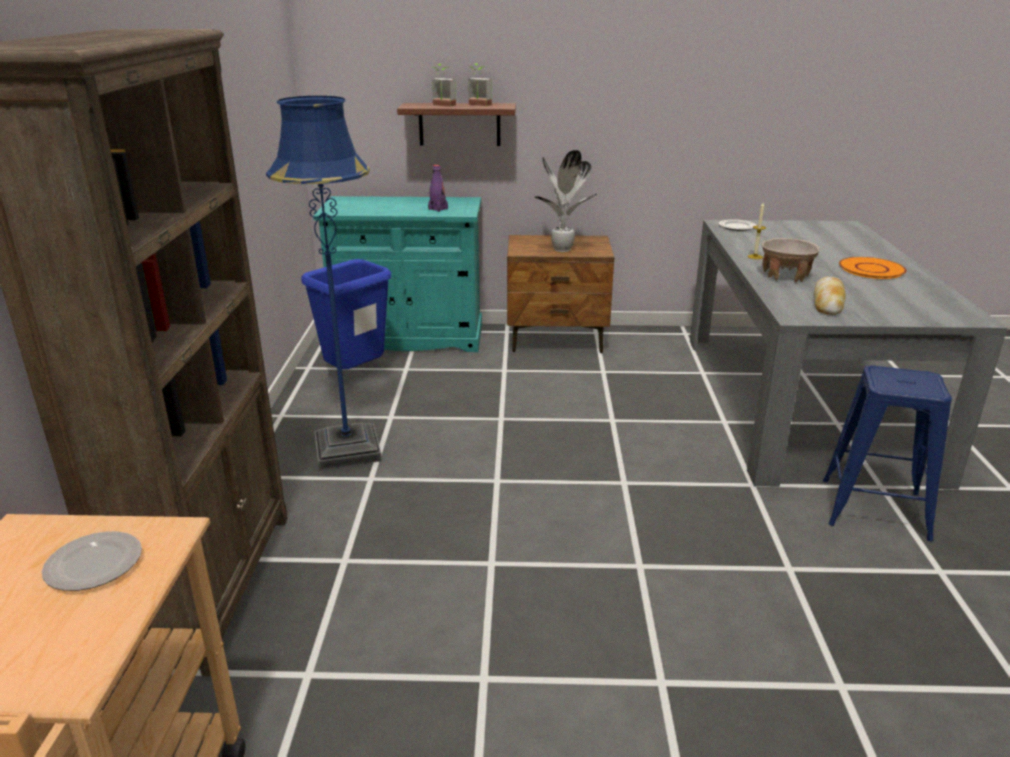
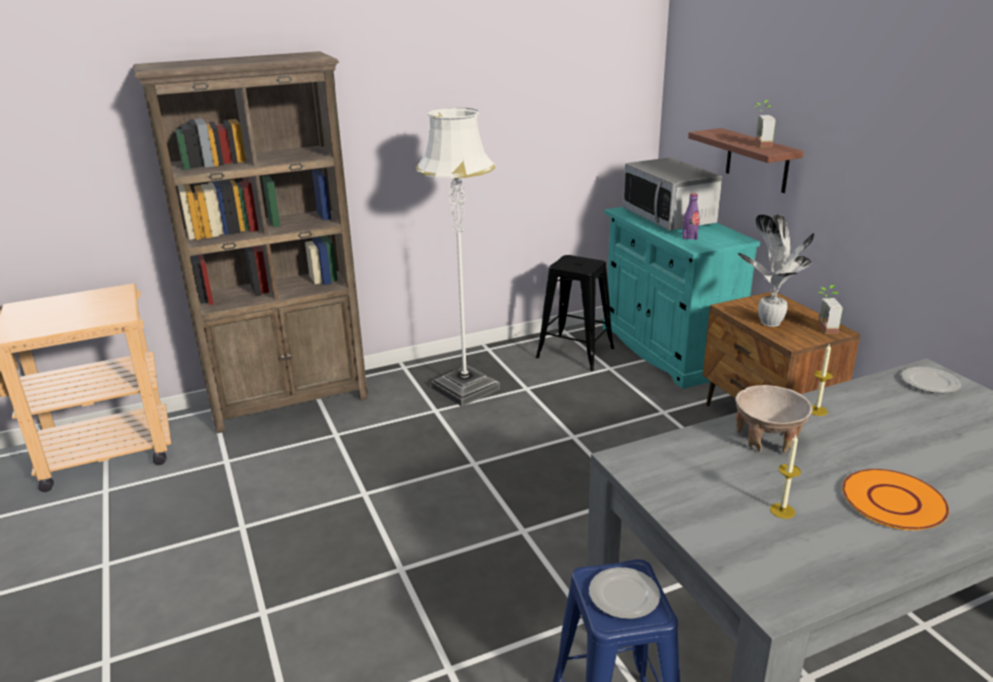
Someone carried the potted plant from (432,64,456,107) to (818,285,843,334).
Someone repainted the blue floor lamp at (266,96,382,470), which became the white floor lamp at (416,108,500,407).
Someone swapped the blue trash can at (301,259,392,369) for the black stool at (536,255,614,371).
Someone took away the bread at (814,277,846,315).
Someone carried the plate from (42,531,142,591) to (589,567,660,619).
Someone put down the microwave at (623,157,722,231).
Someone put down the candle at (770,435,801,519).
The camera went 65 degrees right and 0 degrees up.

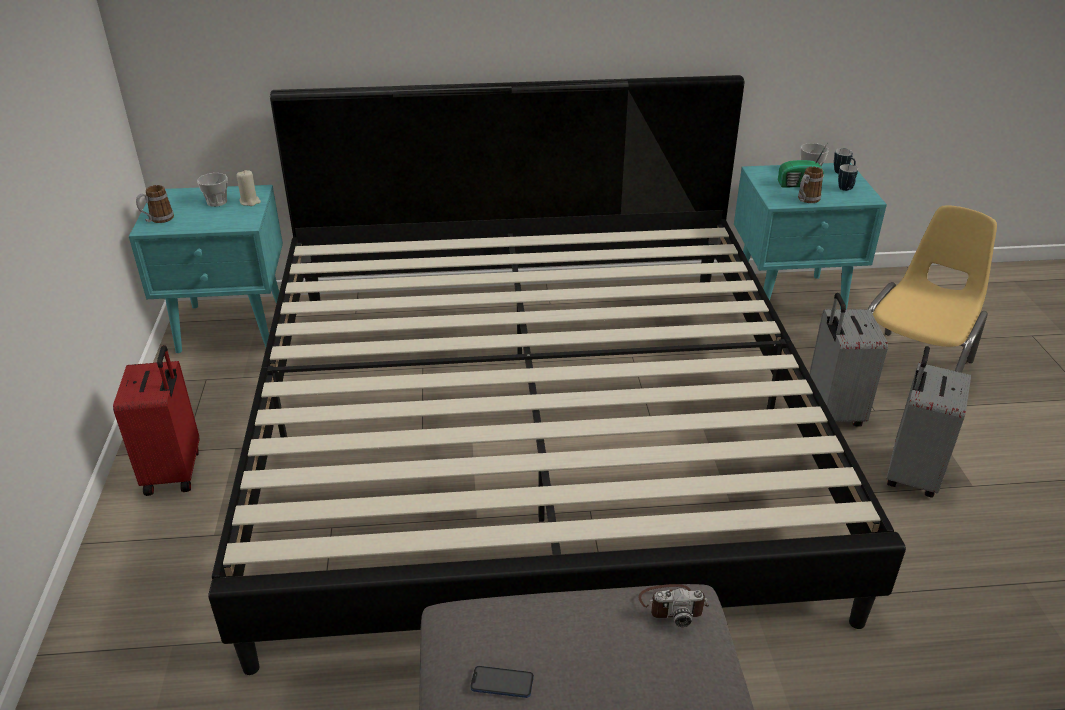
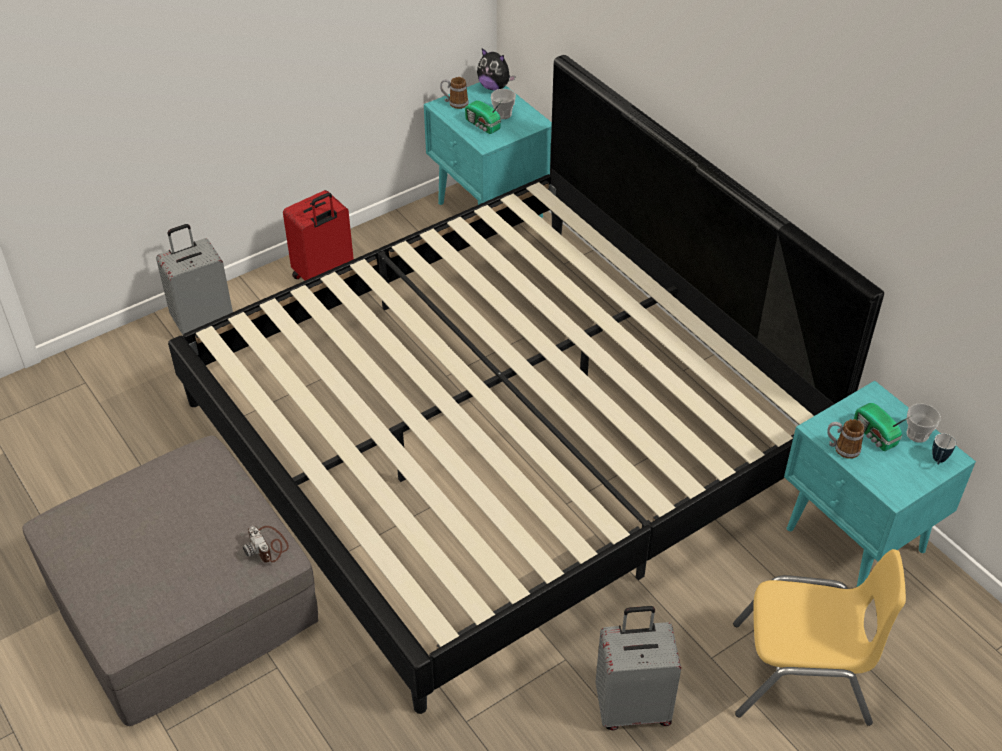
Someone took away the mug at (838,164,858,191).
Someone took away the beige candle at (236,170,261,206).
Someone carried the grey suitcase from (809,293,888,426) to (156,224,233,335).
Someone took away the phone at (470,666,534,698).
Someone put down the plush toy at (477,48,516,91).
Someone put down the radio at (465,99,503,134).
The camera went 60 degrees right and 10 degrees up.

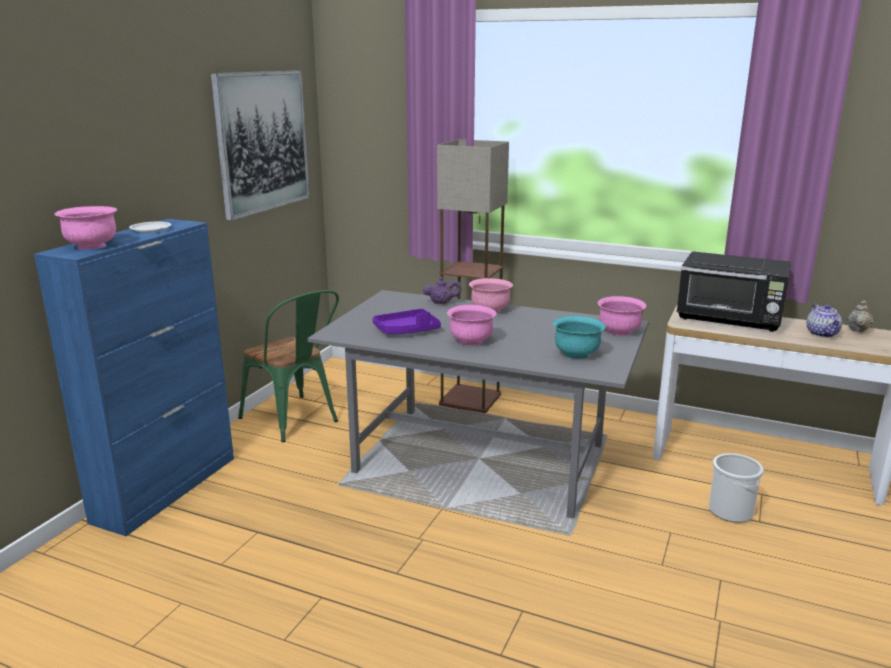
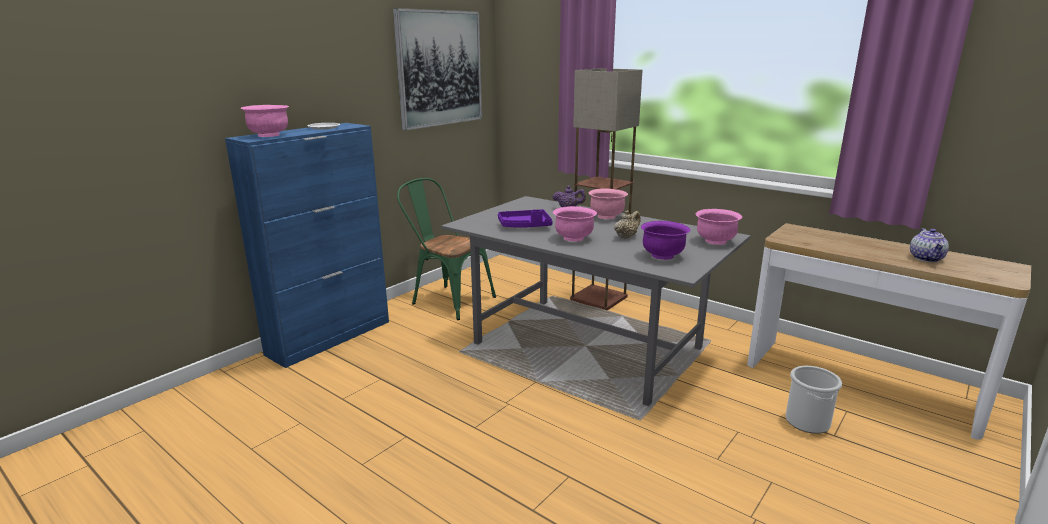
Someone took away the black microwave at (677,251,792,332).
Someone rotated the green chair at (238,290,339,442) by 150 degrees clockwise.
Someone carried the beige teapot from (846,300,873,333) to (614,210,641,239).
Someone repainted the turquoise bowl at (553,316,606,359), which became the purple bowl at (641,221,690,260).
The camera went 15 degrees right and 0 degrees up.

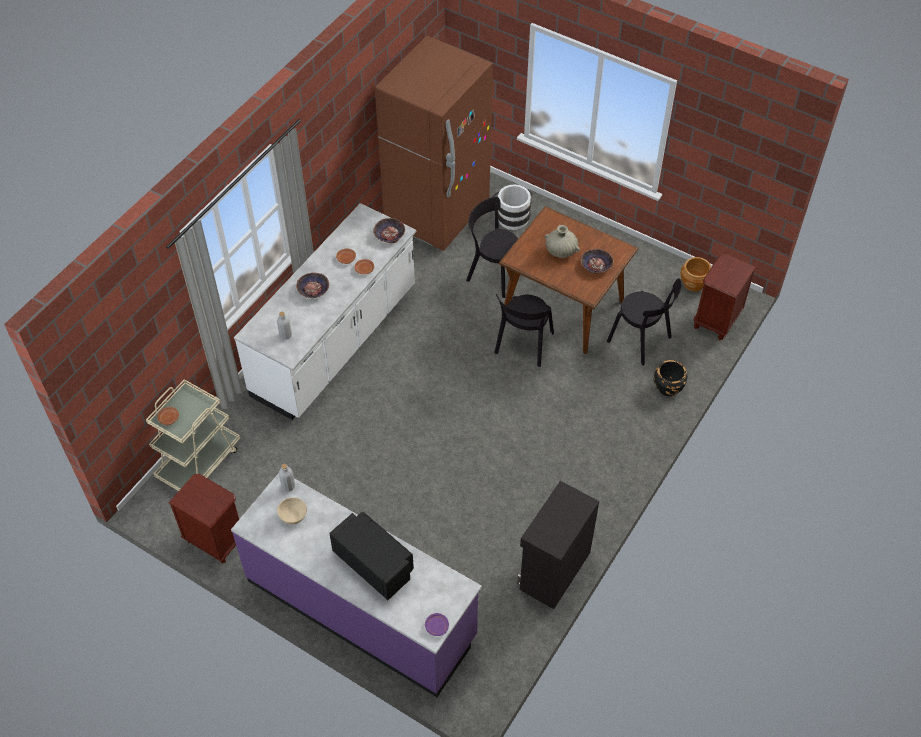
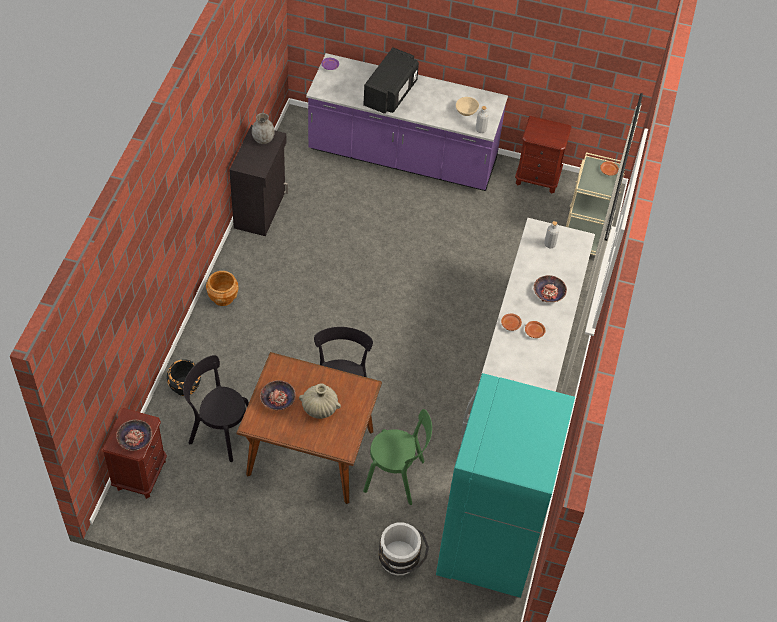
Someone repainted the brown fridge at (375,36,493,251), which became the turquoise fridge at (436,373,575,598).
Someone repainted the black chair at (466,197,519,298), which became the green chair at (363,409,432,505).
Someone carried the bowl from (373,218,405,243) to (116,420,152,451).
Someone carried the brown planter from (680,257,711,292) to (206,271,239,306).
Someone rotated the black microwave at (329,512,414,600) by 90 degrees counterclockwise.
Someone put down the grey vase at (252,113,275,144).
The camera went 160 degrees right and 0 degrees up.

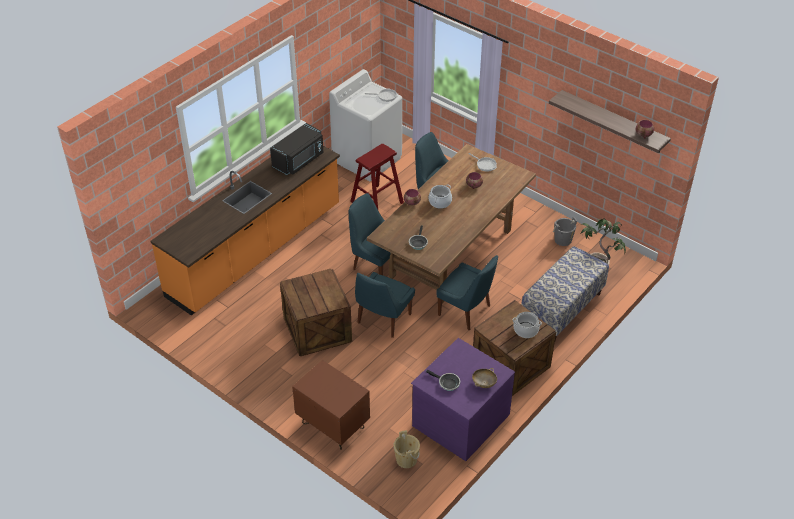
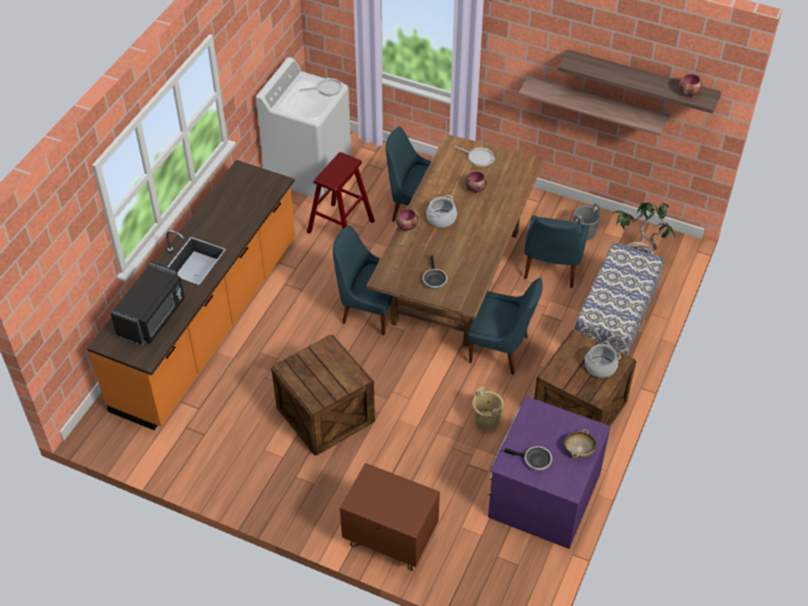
Someone carried the black microwave from (270,123,323,175) to (110,262,185,345).
Someone carried the blue chair from (355,272,415,338) to (524,215,589,288).
Someone carried the beige bucket from (394,430,420,468) to (472,387,504,430).
Someone put up the shelf at (518,75,670,136).
The camera went 15 degrees left and 5 degrees up.

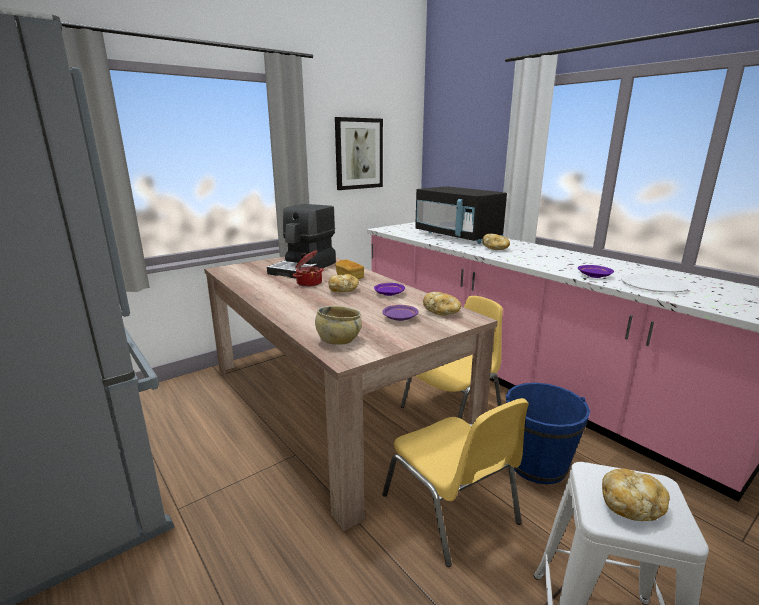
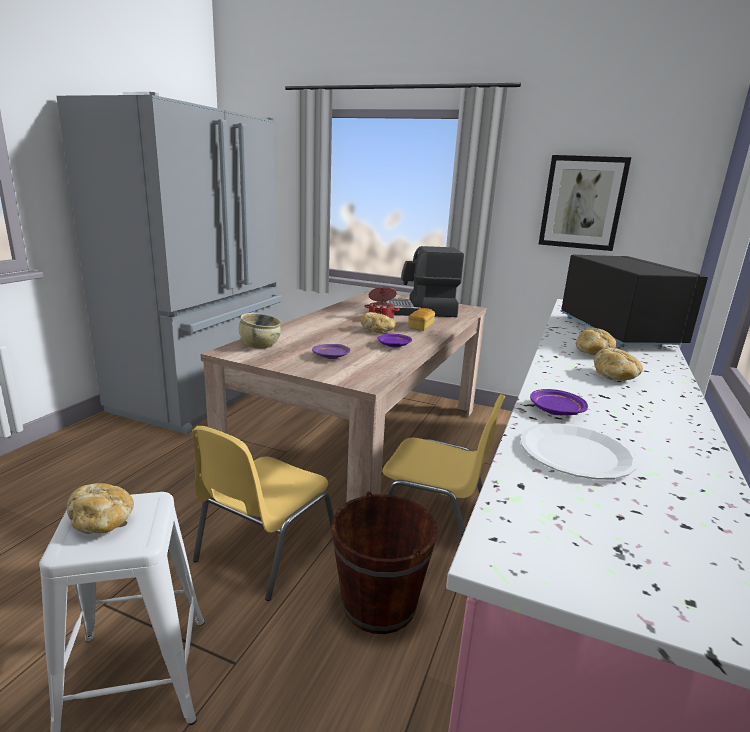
Someone rotated the black microwave at (415,186,507,244) by 150 degrees clockwise.
Someone carried the bread from (423,292,461,316) to (594,347,643,381).
Someone repainted the blue bucket at (506,383,590,484), which became the brown bucket at (331,491,438,634).
The camera went 60 degrees right and 0 degrees up.

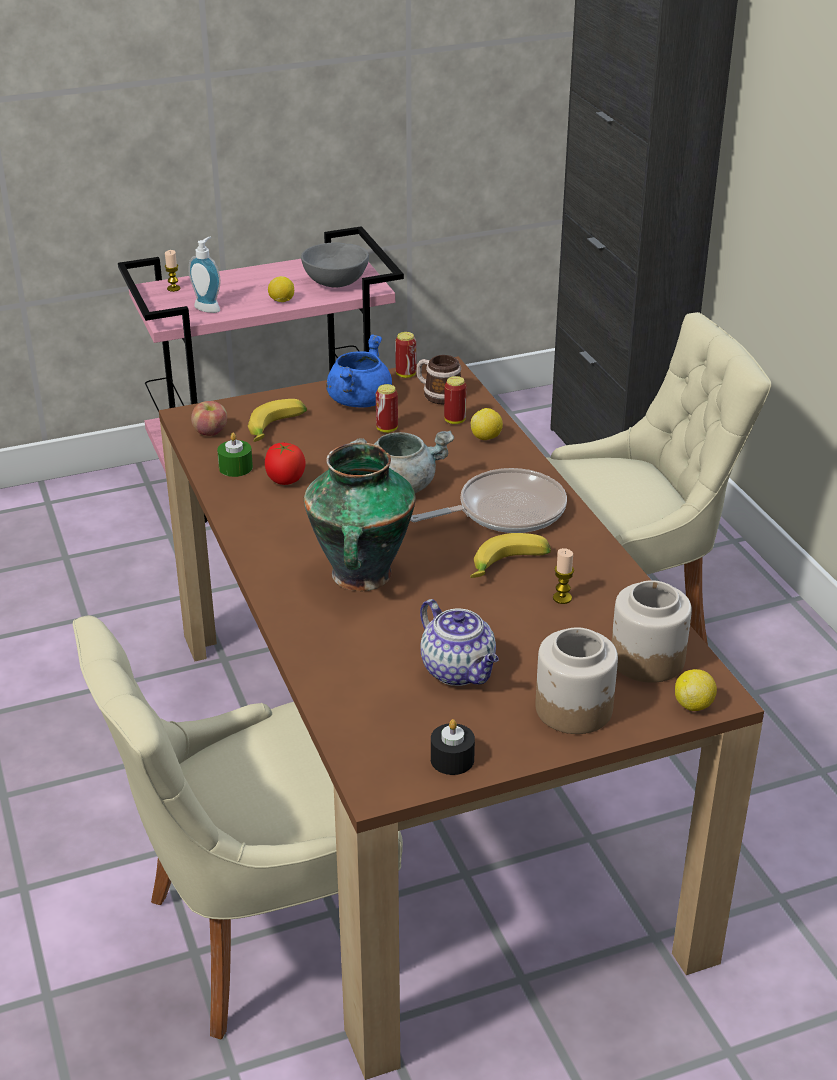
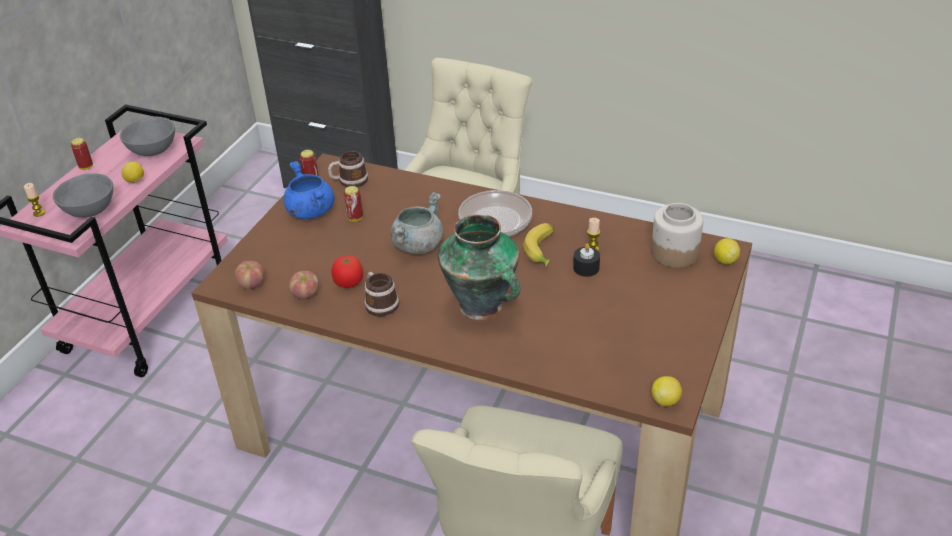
Someone swapped the soap dispenser at (188,237,221,313) for the grey bowl at (53,173,113,218).
Someone carried the can from (444,376,467,424) to (71,138,93,170).
Someone took away the banana at (248,399,307,442).
Someone carried the lemon from (471,408,503,440) to (652,376,682,406).
Someone swapped the green candle at (217,433,253,477) for the apple at (289,271,319,300).
Someone took away the teapot at (420,599,499,686).
Someone took away the jar at (535,627,618,734).
Someone carried the black candle from (431,719,475,775) to (573,243,600,277).
Someone put down the mug at (364,272,399,317).
The camera went 45 degrees left and 5 degrees up.

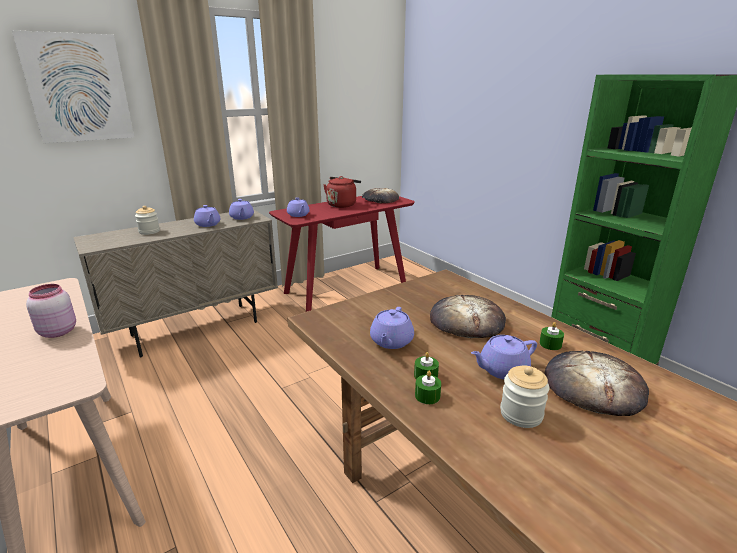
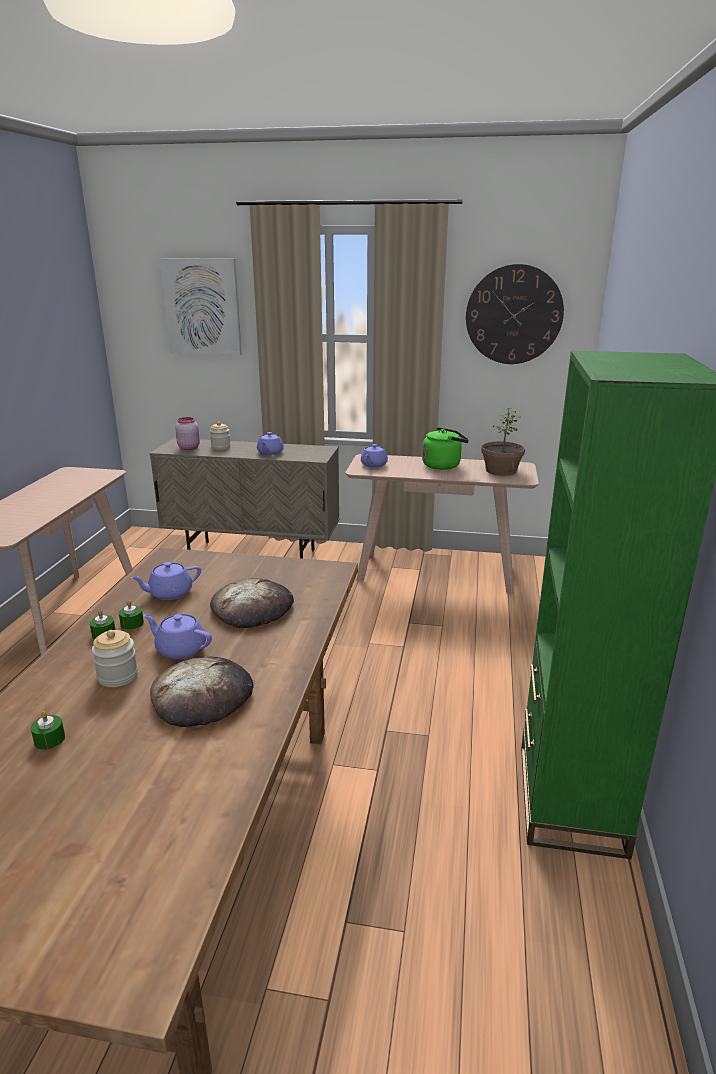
Someone repainted the red kettle at (323,176,361,208), which became the green kettle at (422,427,469,470).
Someone swapped the bread at (362,188,399,203) for the potted plant at (481,408,525,476).
Someone repainted the red console table at (269,196,415,312), which became the beige console table at (345,454,539,594).
Someone took away the purple teapot at (229,199,254,220).
Someone carried the pink jar from (26,284,76,338) to (175,417,200,450).
Someone carried the green candle from (539,322,564,350) to (31,711,65,750).
Someone put up the wall clock at (466,264,564,364).
The camera went 45 degrees right and 0 degrees up.

